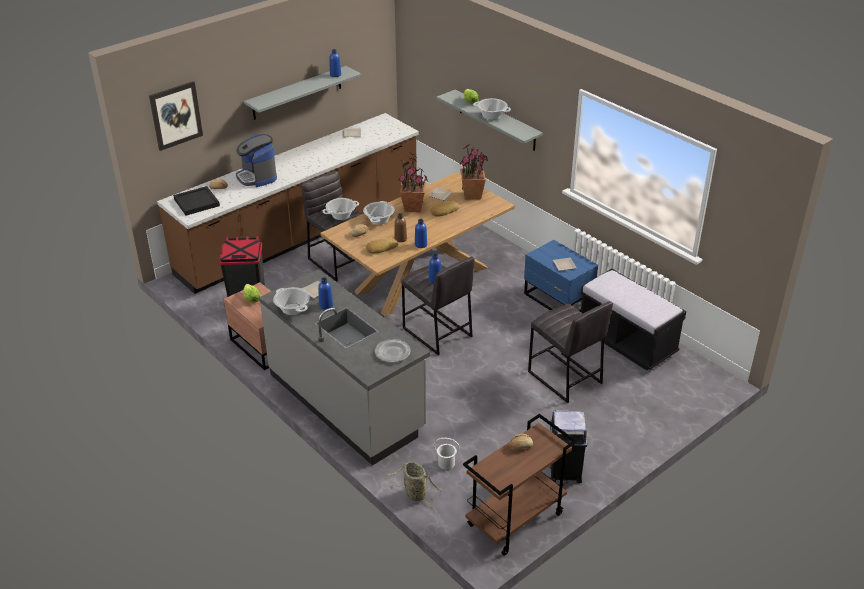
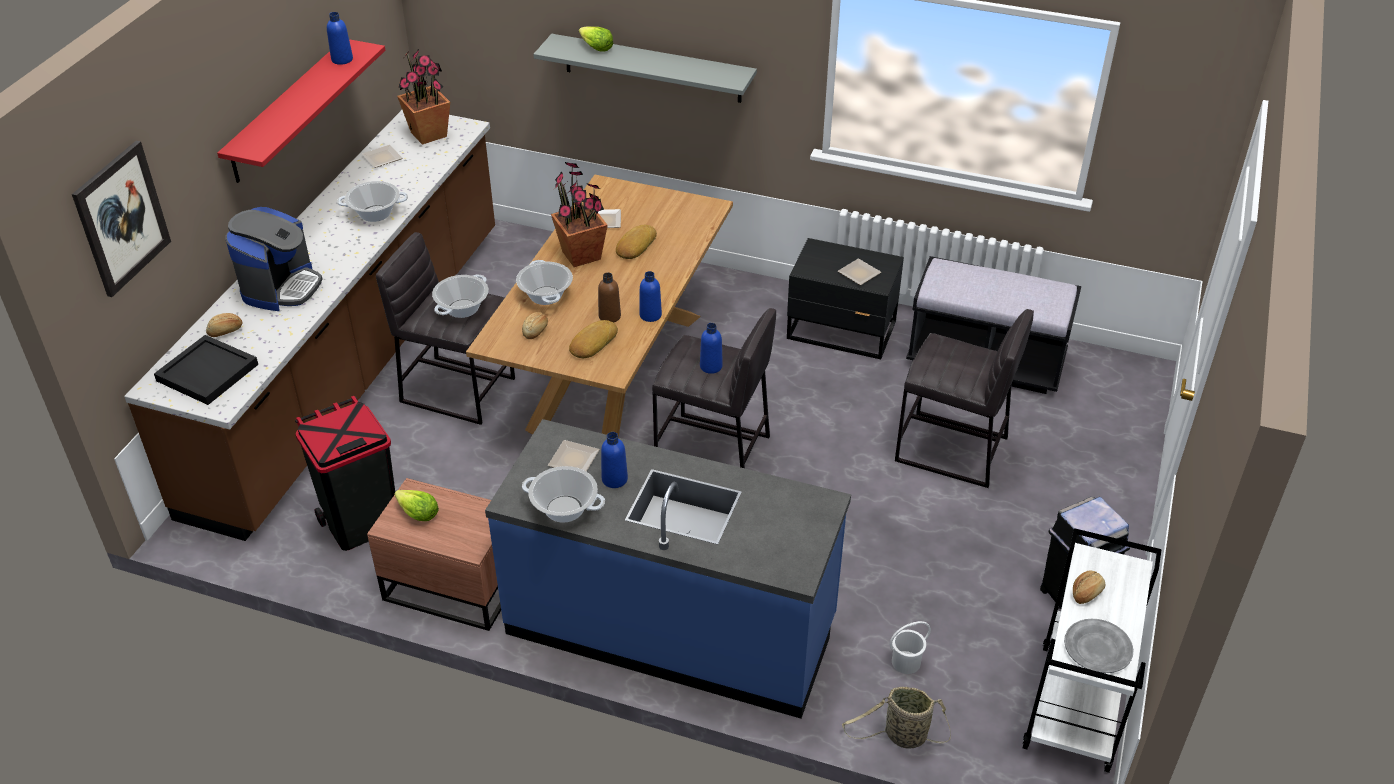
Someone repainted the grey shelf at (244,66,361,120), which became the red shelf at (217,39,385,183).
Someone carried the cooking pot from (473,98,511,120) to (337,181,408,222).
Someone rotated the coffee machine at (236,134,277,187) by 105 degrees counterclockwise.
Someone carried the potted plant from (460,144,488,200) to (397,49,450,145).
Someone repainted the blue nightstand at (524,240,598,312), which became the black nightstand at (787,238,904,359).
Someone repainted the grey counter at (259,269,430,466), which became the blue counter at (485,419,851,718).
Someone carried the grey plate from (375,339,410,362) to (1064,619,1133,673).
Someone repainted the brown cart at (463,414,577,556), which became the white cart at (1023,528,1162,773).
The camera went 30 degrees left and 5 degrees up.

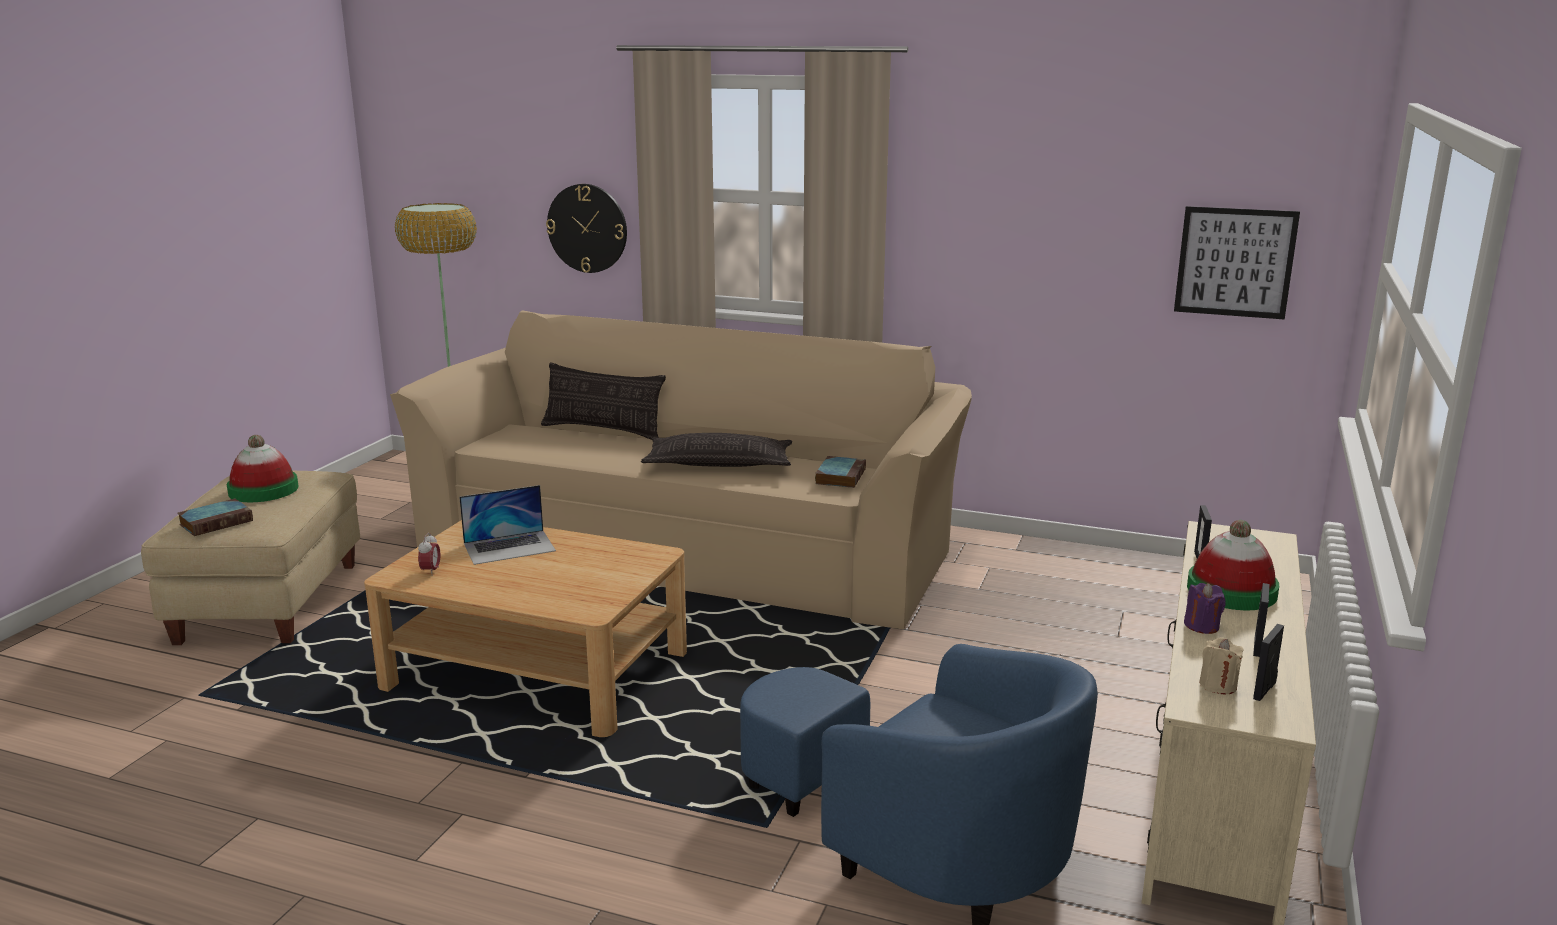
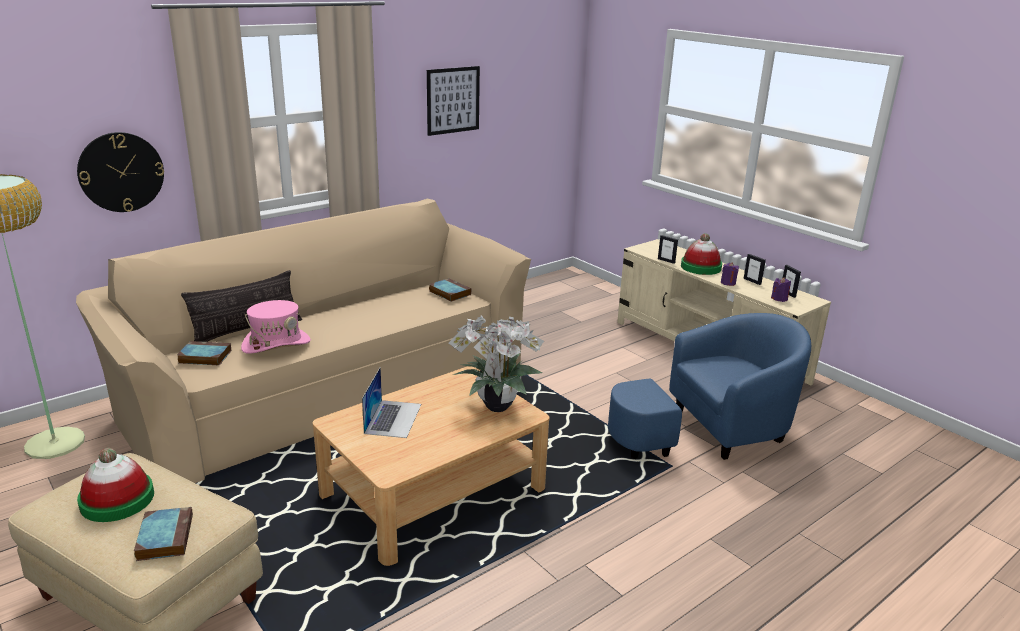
Someone carried the picture from (1174,206,1300,319) to (427,66,480,136).
Someone took away the pillow at (641,433,792,467).
Someone took away the alarm clock at (418,533,440,576).
Someone repainted the beige candle at (1199,637,1244,695), which became the purple candle at (771,277,791,302).
Someone put down the pink hat at (241,300,311,354).
Someone put down the potted plant at (449,315,544,412).
Someone put down the book at (177,341,231,365).
The camera went 60 degrees left and 5 degrees up.

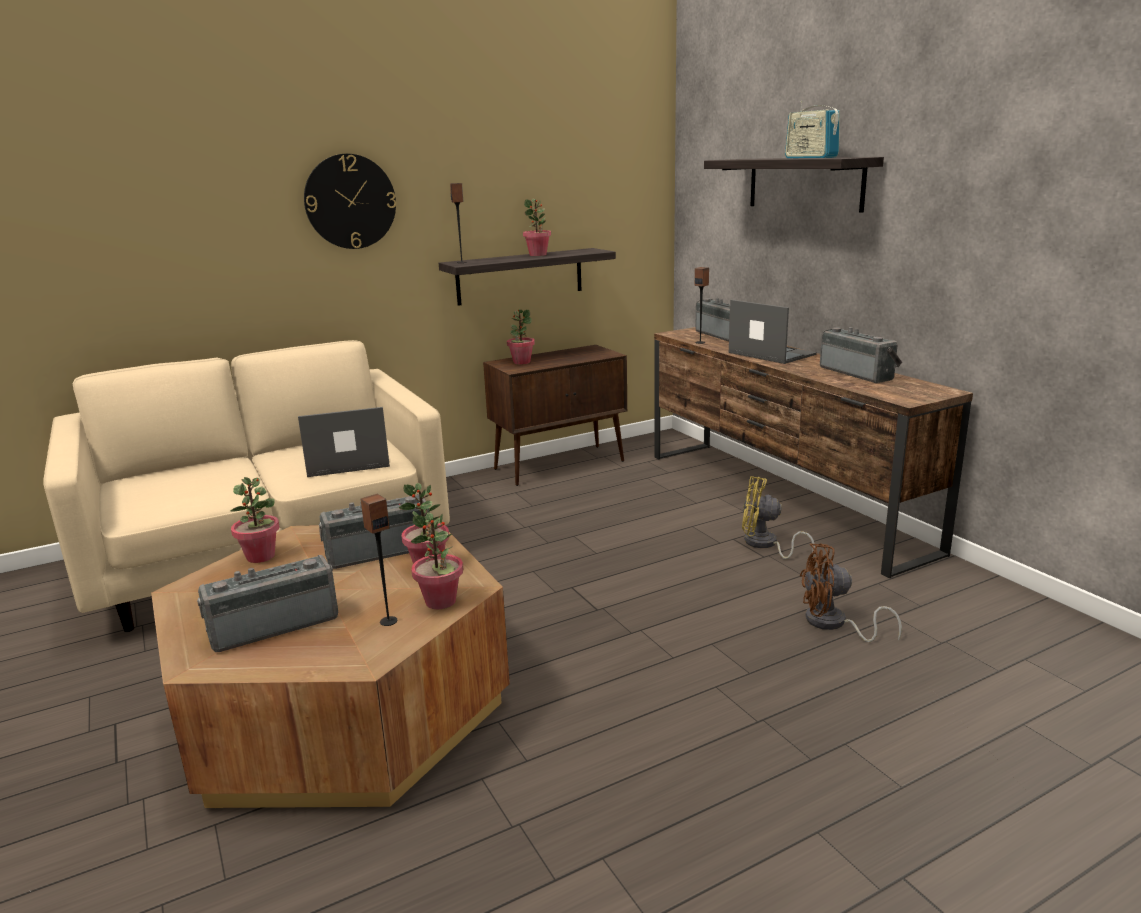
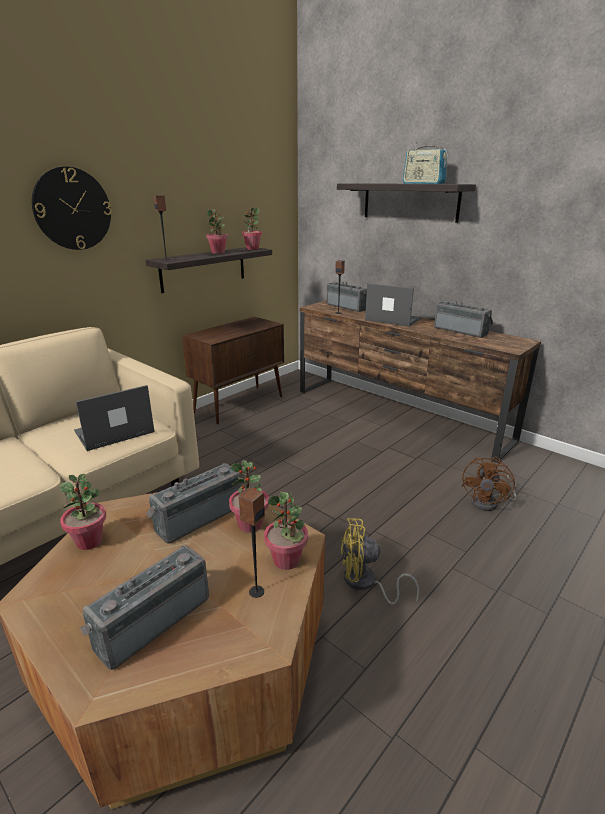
Someone carried the potted plant from (507,309,535,365) to (242,208,262,250).
Someone carried the yellow fan from (742,476,815,559) to (341,518,419,605).
Someone rotated the brown fan at (800,543,902,642) by 45 degrees counterclockwise.
The camera went 20 degrees left and 5 degrees up.

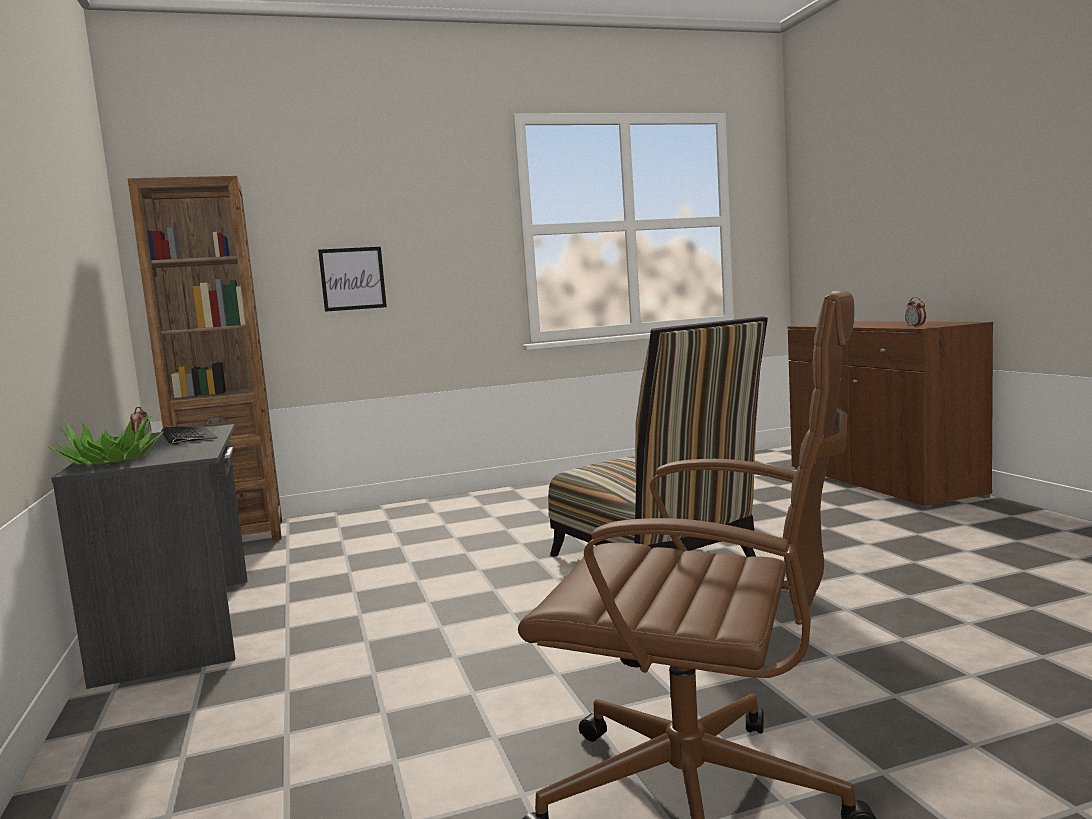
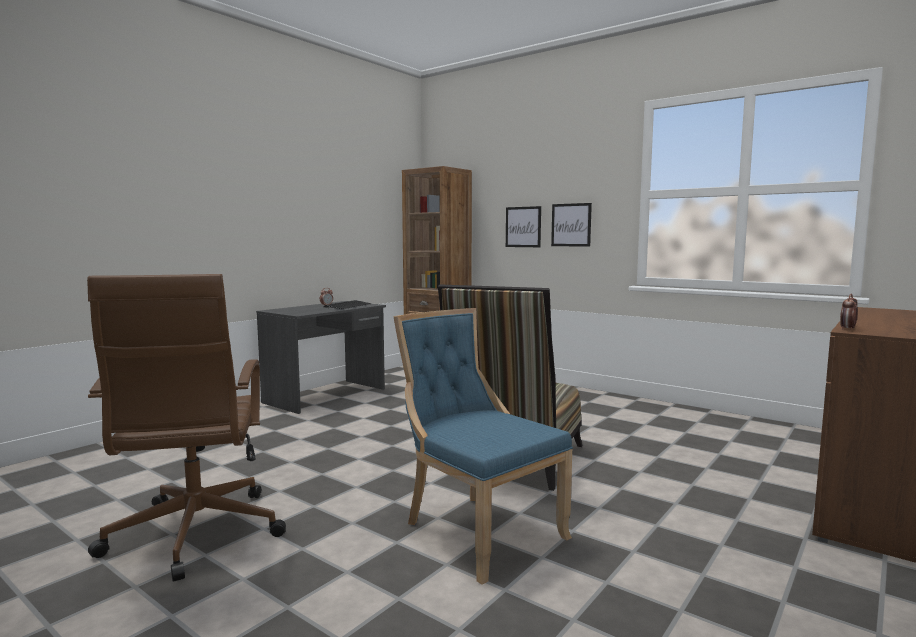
Someone took away the potted plant at (48,415,164,465).
Someone put up the picture at (551,203,592,247).
Someone put down the blue chair at (394,308,573,585).
The camera went 55 degrees right and 0 degrees up.

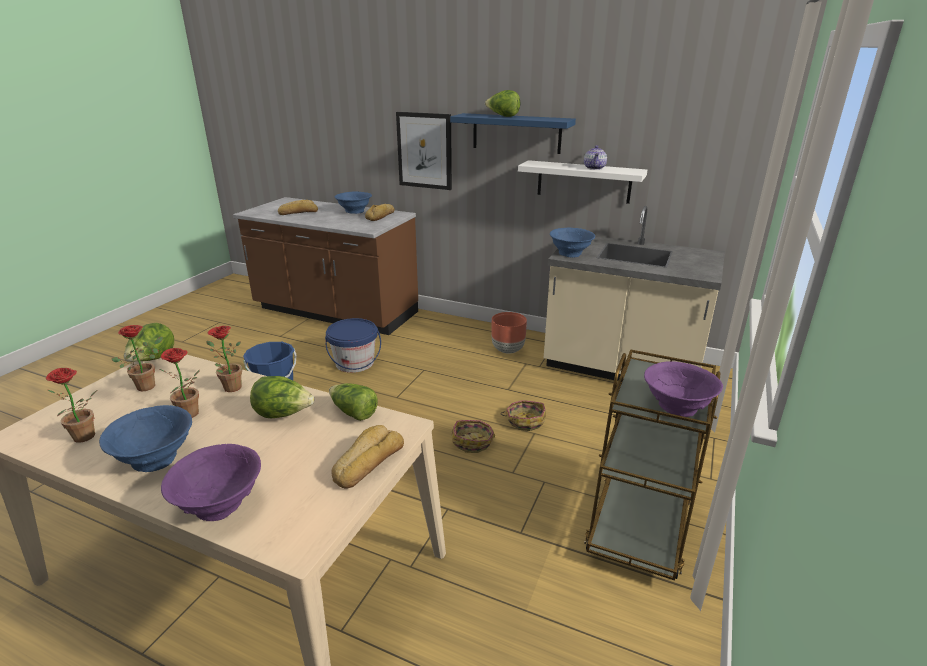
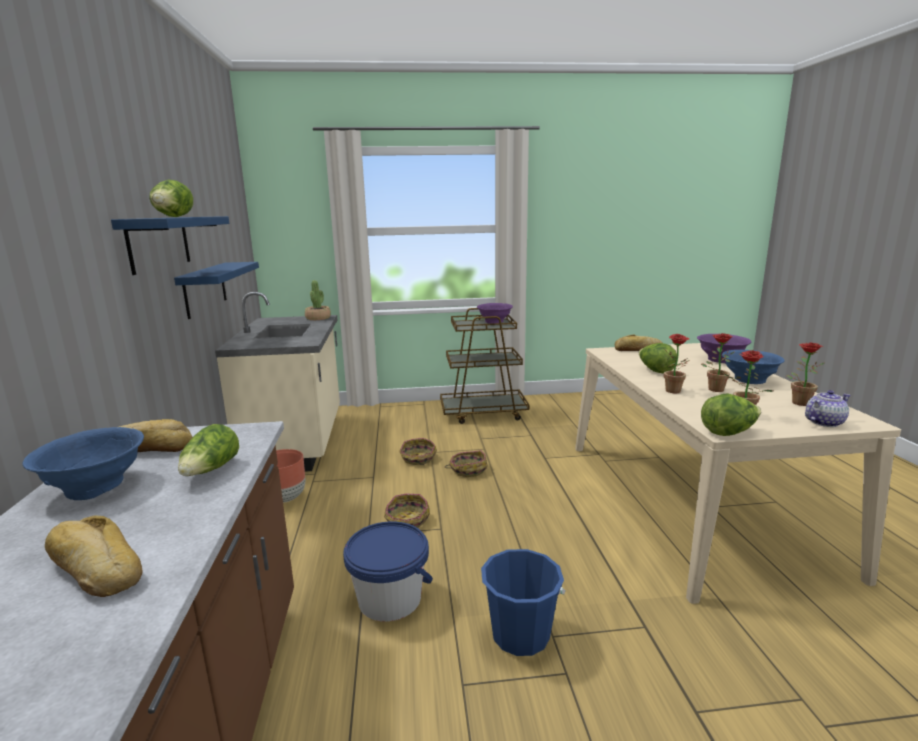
Someone took away the picture at (396,112,452,190).
Someone carried the teapot from (584,145,607,170) to (805,390,851,427).
Someone repainted the white shelf at (518,160,647,204), which became the blue shelf at (174,262,259,319).
Someone took away the blue bowl at (550,228,595,257).
Someone carried the lettuce from (329,383,378,421) to (178,424,239,476).
Someone put down the potted plant at (305,280,331,320).
Someone put down the basket at (384,494,430,528).
The camera went 120 degrees left and 10 degrees down.

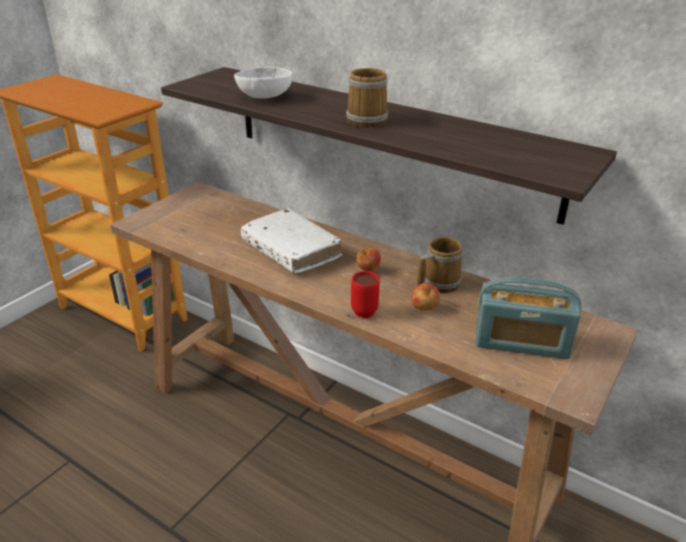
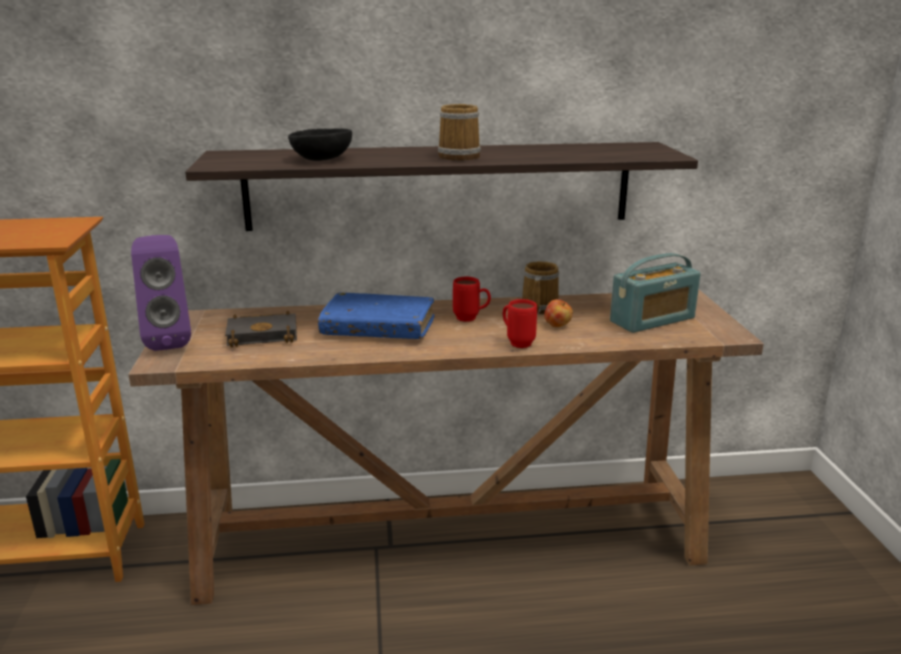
Someone repainted the white bowl at (234,67,292,99), which became the black bowl at (288,128,352,161).
Someone repainted the white book at (241,209,342,274), which became the blue book at (318,292,434,339).
Someone swapped the apple at (357,247,381,271) for the red mug at (453,277,491,322).
Someone put down the purple speaker at (131,235,191,351).
Someone put down the black book at (225,310,297,347).
The camera went 40 degrees left and 10 degrees down.

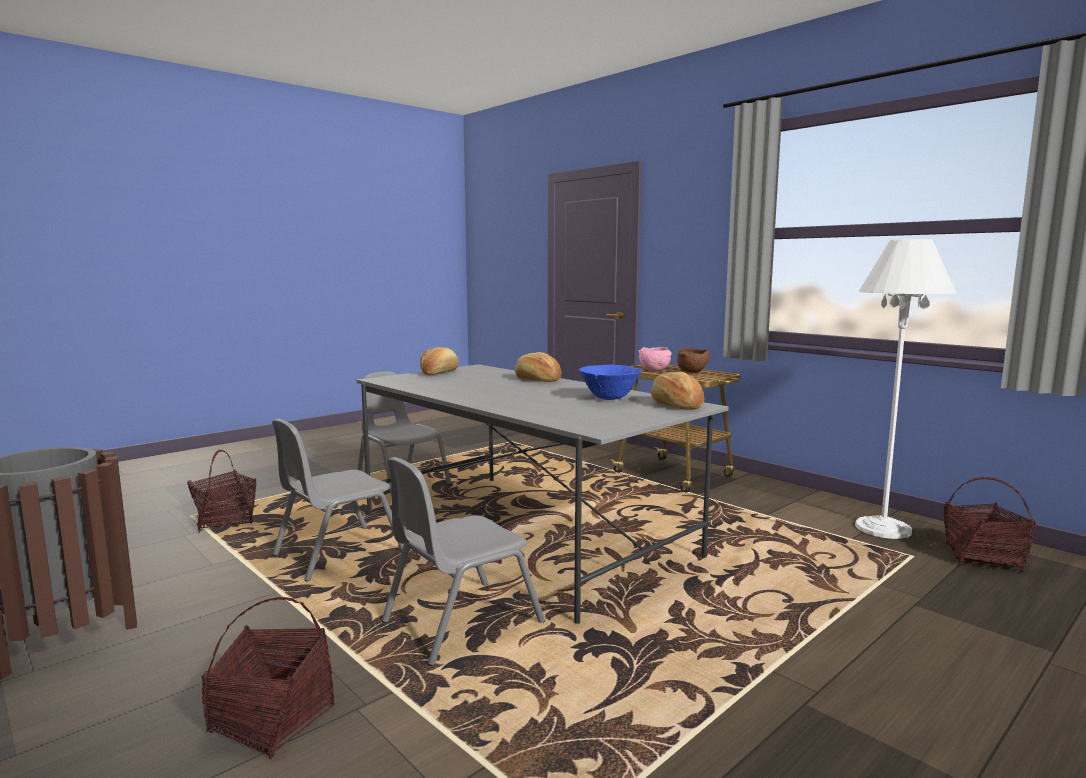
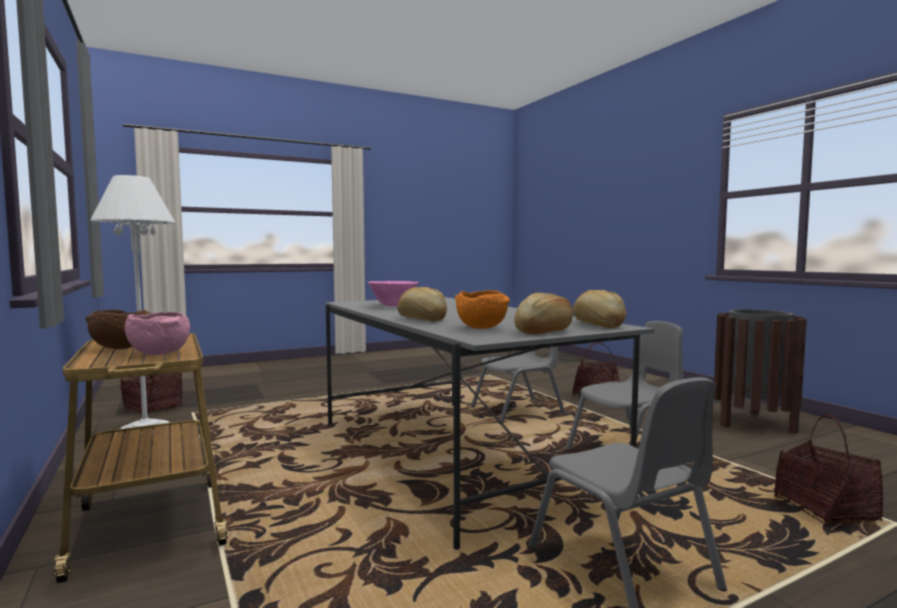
Someone repainted the blue bowl at (579,365,642,400), which became the pink bowl at (367,281,419,307).
Someone carried the bread from (651,372,704,410) to (573,290,626,328).
Someone put down the orange bowl at (455,290,510,329).
The camera went 165 degrees left and 5 degrees down.

